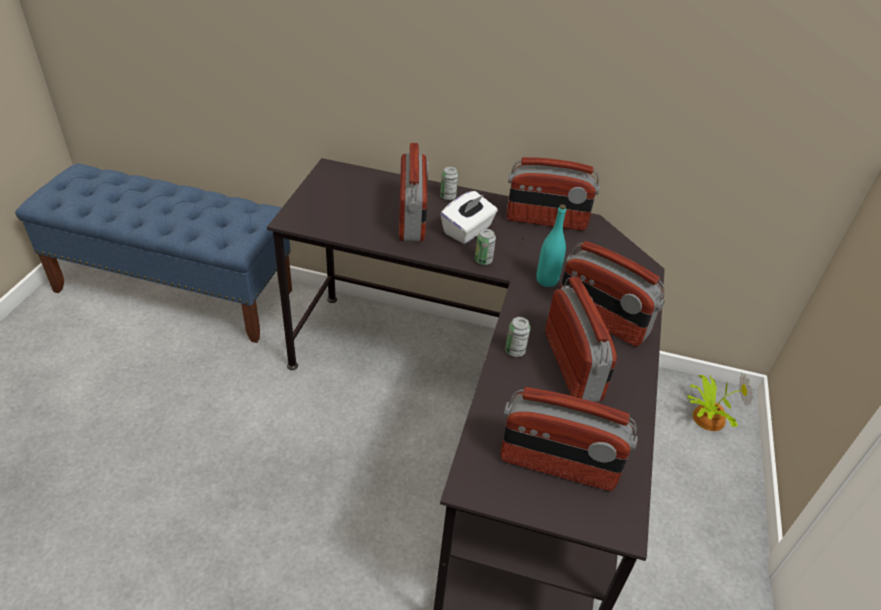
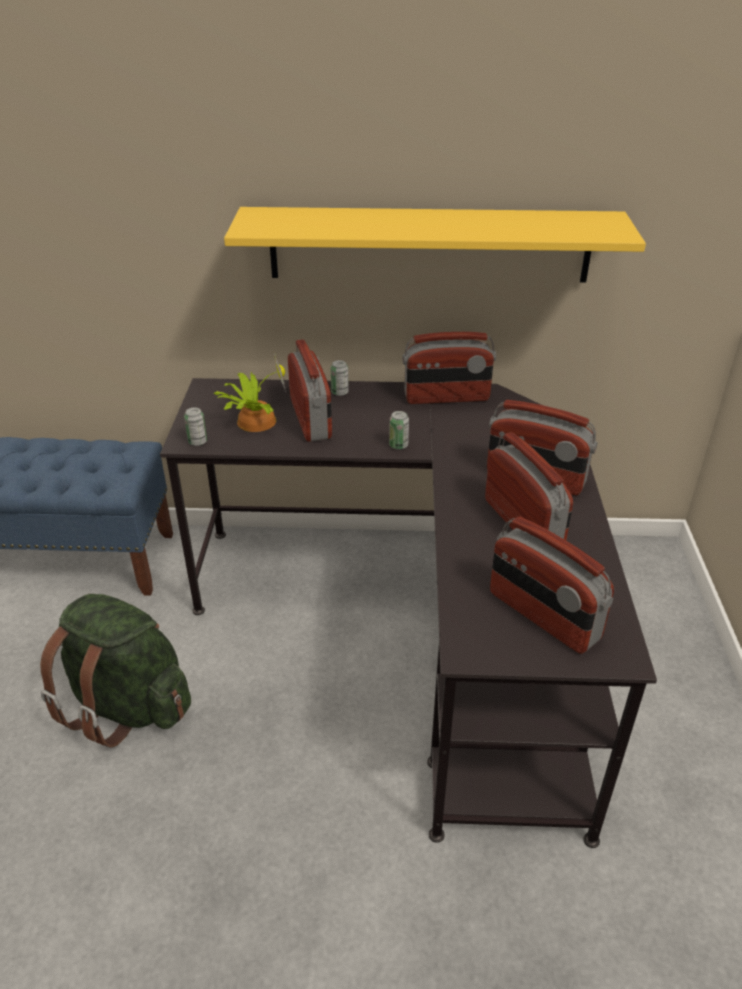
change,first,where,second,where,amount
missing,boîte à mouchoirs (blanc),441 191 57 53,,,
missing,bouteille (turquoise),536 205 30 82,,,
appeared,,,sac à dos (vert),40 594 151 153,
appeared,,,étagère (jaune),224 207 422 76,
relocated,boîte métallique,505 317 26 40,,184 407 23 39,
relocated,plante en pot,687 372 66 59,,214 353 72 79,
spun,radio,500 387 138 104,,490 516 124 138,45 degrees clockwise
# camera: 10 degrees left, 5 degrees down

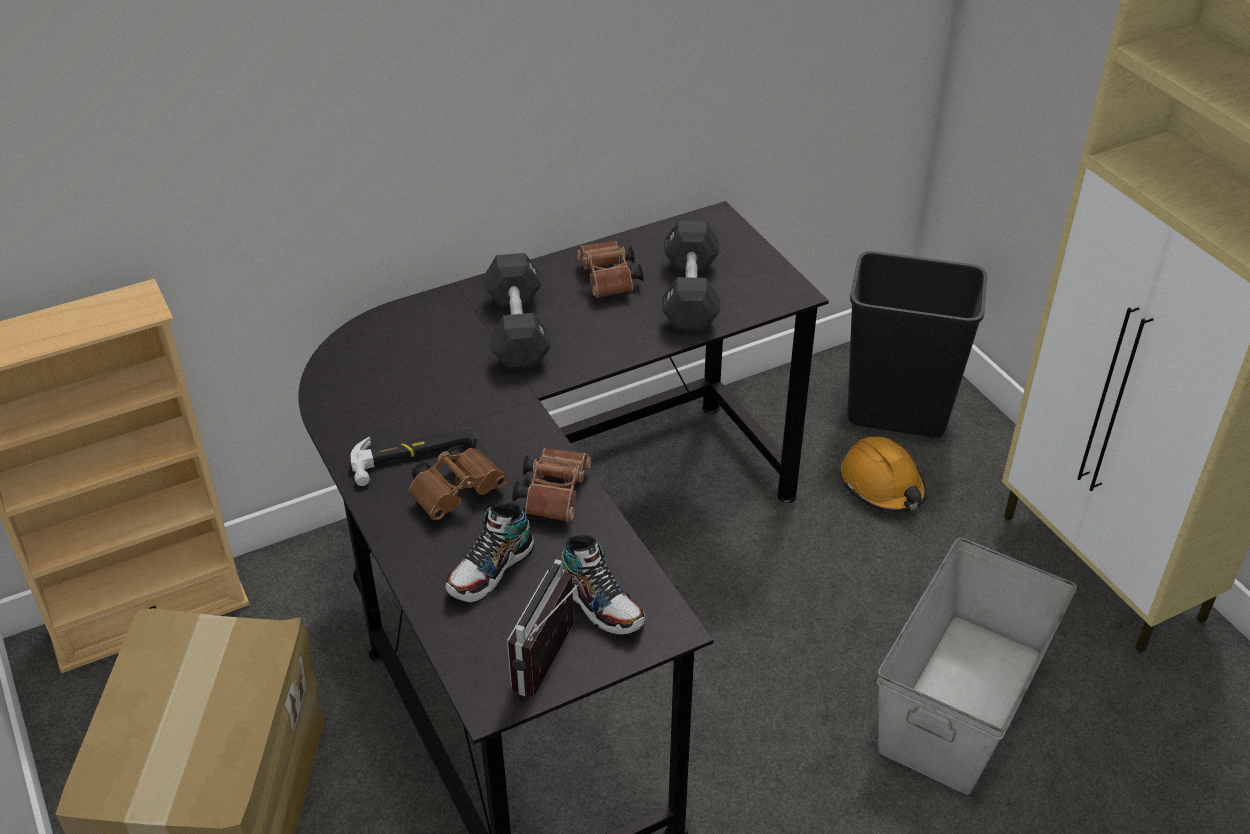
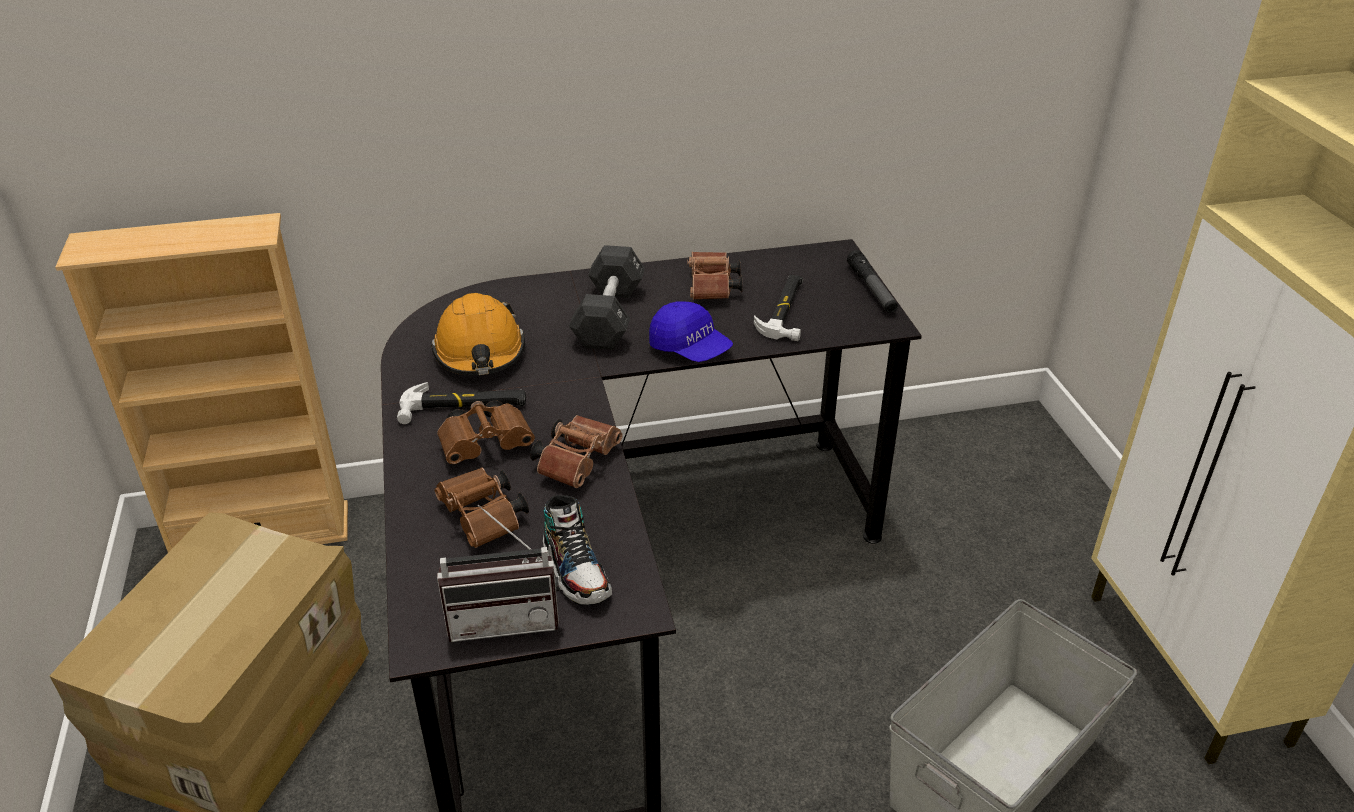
change,first,where,second,where,amount
missing,poubelle (noir),847 251 140 186,,,
appeared,,,casquette (bleu),649 301 84 61,
appeared,,,lampe de poche,847 250 51 63,
relocated,casque de chantier (orange),841 437 86 75,,431 293 94 82,
exchanged,chaussure,446 503 88 100,jumelles (marron),434 467 95 81,
exchanged,haltère (noir),662 220 58 111,marteau,754 275 49 66,
spun,radio,507 559 76 138,,437 504 122 138,135 degrees counterclockwise
# camera: 15 degrees right, 5 degrees down

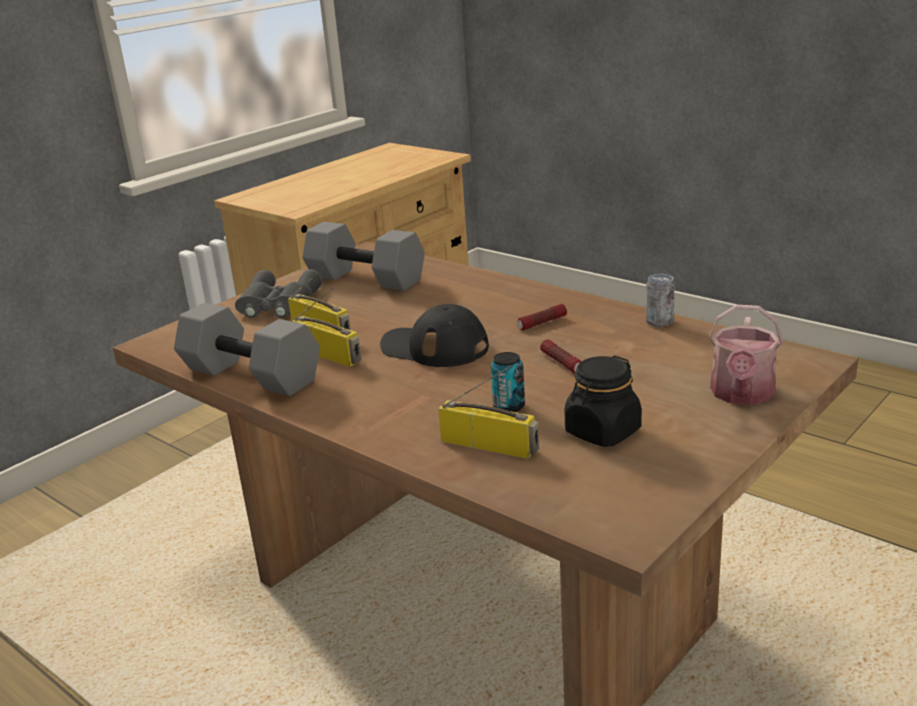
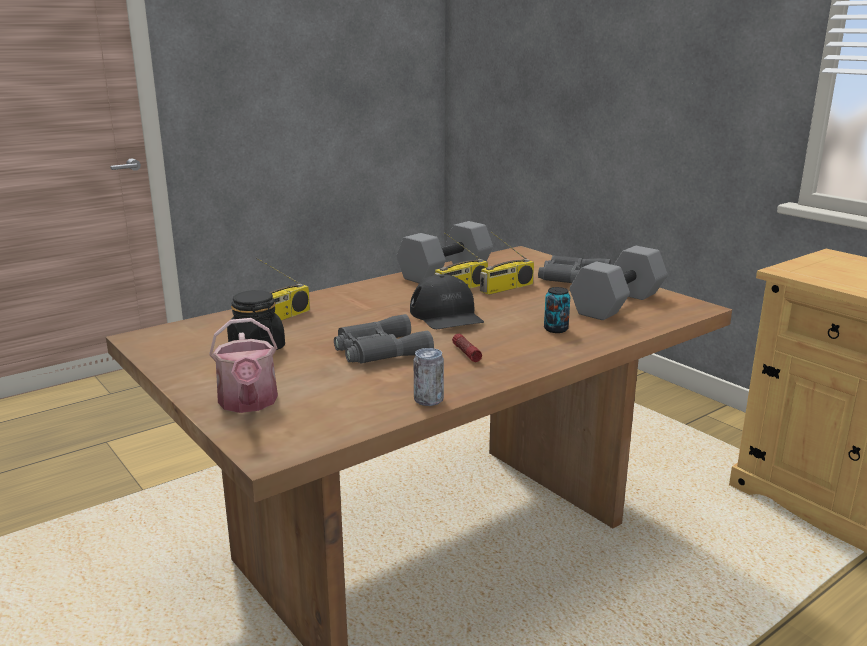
change,first,where,second,where,amount
relocated,boîte métallique,491 352 34 60,,544 287 26 46,
exchanged,lampe de poche,540 339 42 34,jumelles (gris),334 314 100 49,
spun,casquette (noir),380 304 109 63,,410 274 74 55,120 degrees clockwise
spun,arrosoir,709 305 74 100,,209 318 69 95,135 degrees counterclockwise
# camera: 100 degrees right, 5 degrees down

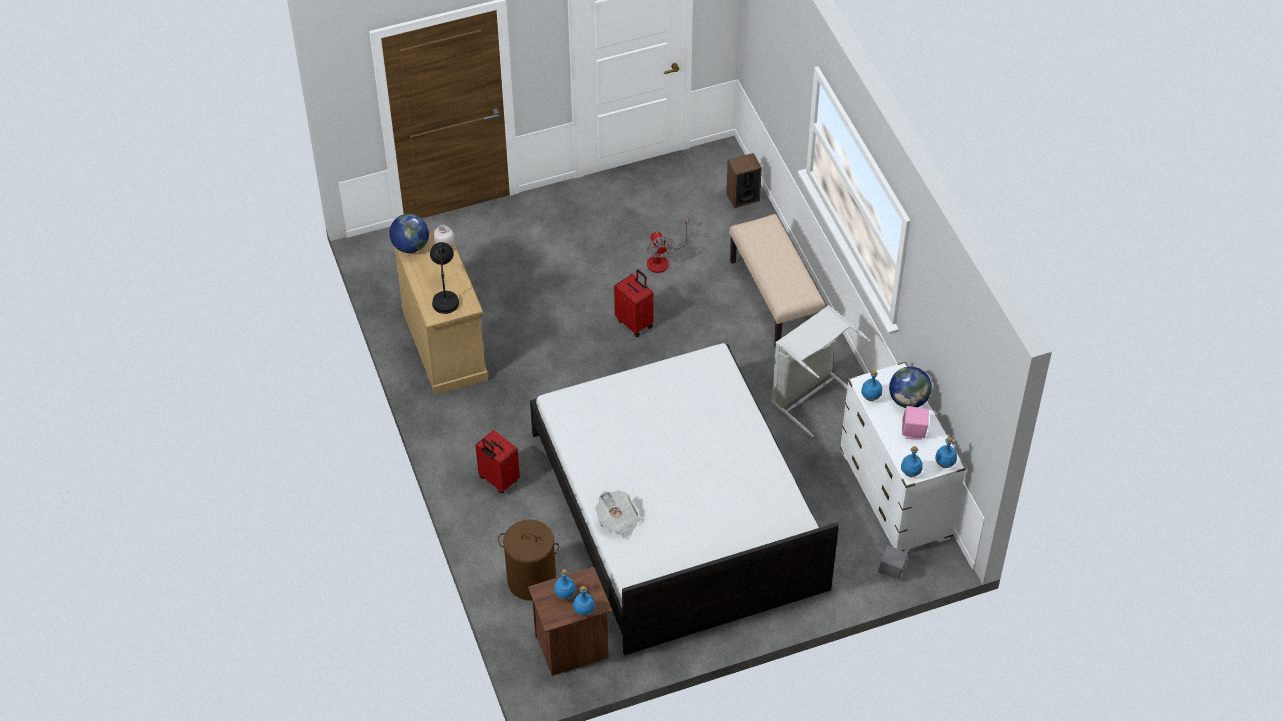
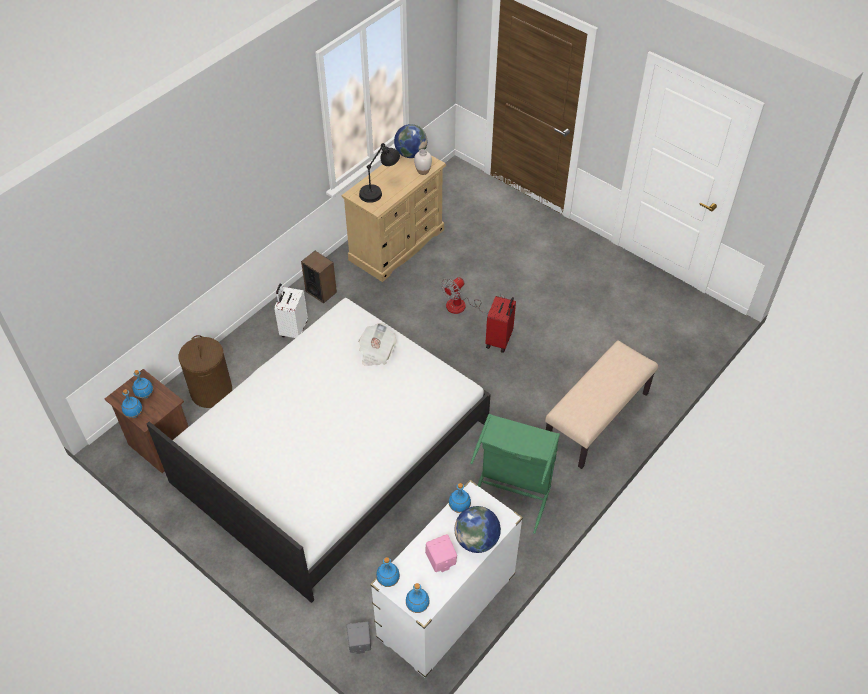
change,first,where,second,where,amount
relocated,journal,595 491 45 48,,359 323 37 43,
relocated,ventilateur,647 217 41 56,,441 277 64 37,
relocated,enceinte,726 153 36 55,,301 251 36 53,
colour,valise (rouge),476 430 44 63,valise (blanc),274 283 34 55,
colour,panier à linge (gris),772 305 99 132,panier à linge (vert),470 414 90 120,
# camera: 60 degrees right, 0 degrees up

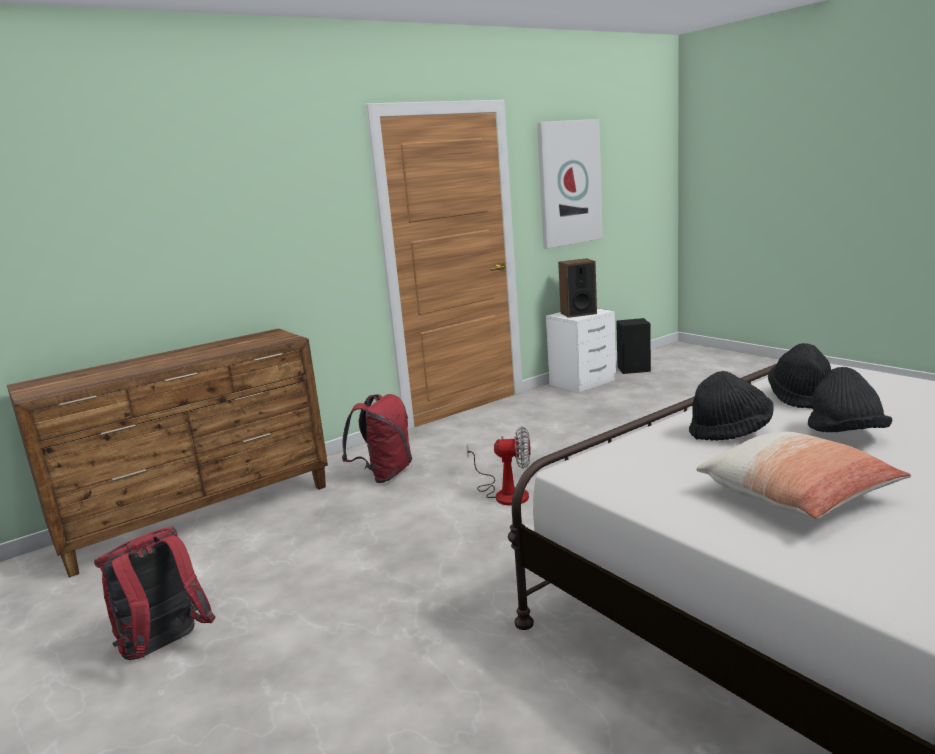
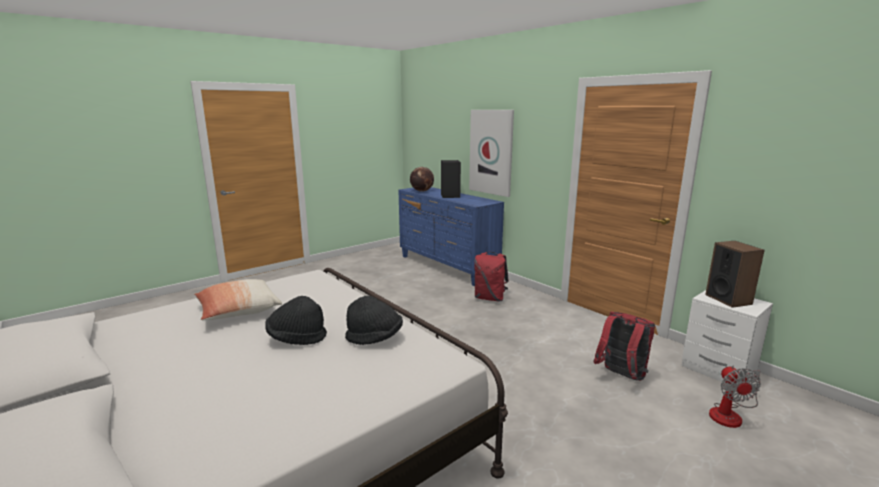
change,first,where,second,where,amount
missing,chapeau (noir),689 371 84 70,,,
appeared,,,globe,410 167 24 25,
relocated,sac à dos (rouge),94 526 121 134,,593 312 62 69,
relocated,ventilateur,467 426 64 80,,709 366 52 62,
relocated,tableau,537 119 66 130,,469 110 45 87,
relocated,enceinte (noir),616 318 35 56,,441 160 20 38,
colour,commode (marron),7 328 321 250,commode (bleu),398 187 106 99,
# camera: 85 degrees right, 0 degrees up

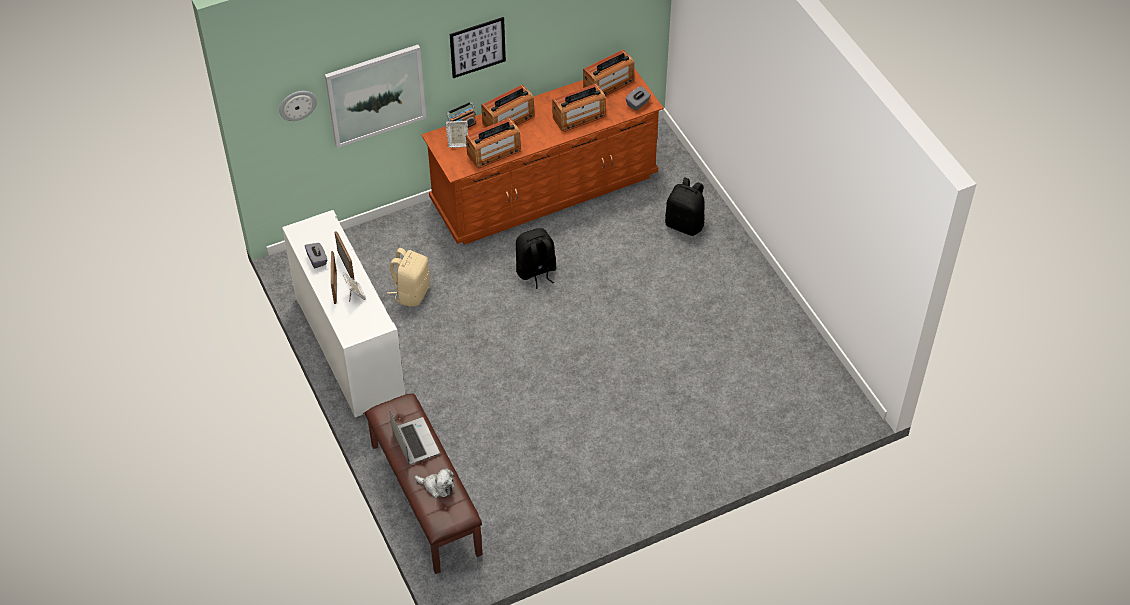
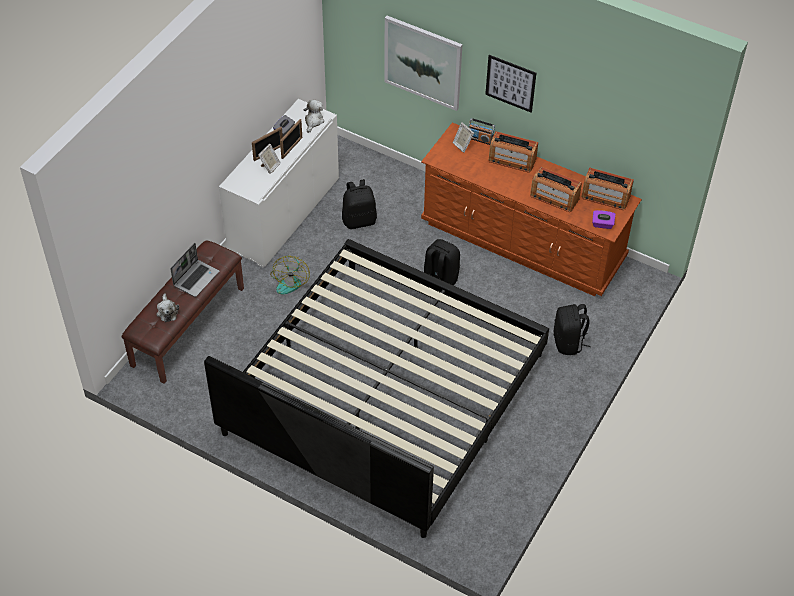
change,first,where,second,where,amount
missing,horloge murale,279 91 38 30,,,
missing,radio,466 118 55 50,,,
appeared,,,lit,204 239 345 299,
appeared,,,ventilateur,270 256 40 38,
appeared,,,peluche,304 100 20 33,
colour,sac à dos (beige),387 248 43 59,sac à dos (noir),342 179 35 50,
colour,boîte à mouchoirs (gris),626 86 25 25,boîte à mouchoirs (violet),592 210 24 19,
# camera: 55 degrees right, 0 degrees up

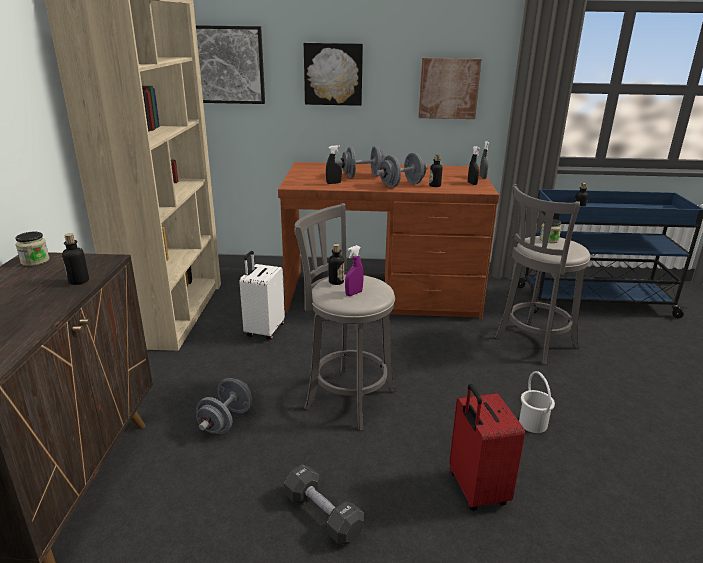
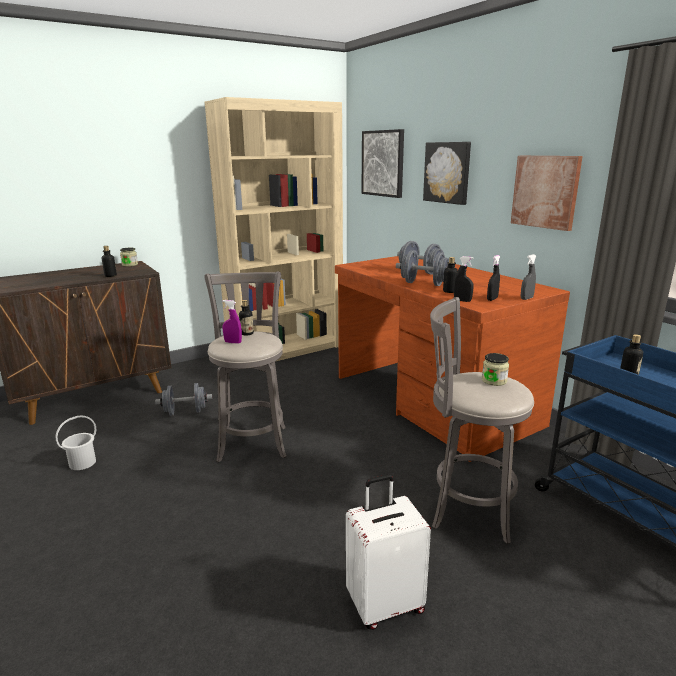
change,first,where,second,where,amount
missing,haltère (noir),284 464 80 81,,,
missing,valise (rouge),449 384 76 127,,,
relocated,valise (blanc),239 251 46 89,,346 474 85 156,
relocated,vaporisateur (noir),326 145 16 39,,454 256 20 46,
relocated,seau (blanc),519 371 36 62,,55 415 41 55,
# camera: 55 degrees right, 5 degrees down

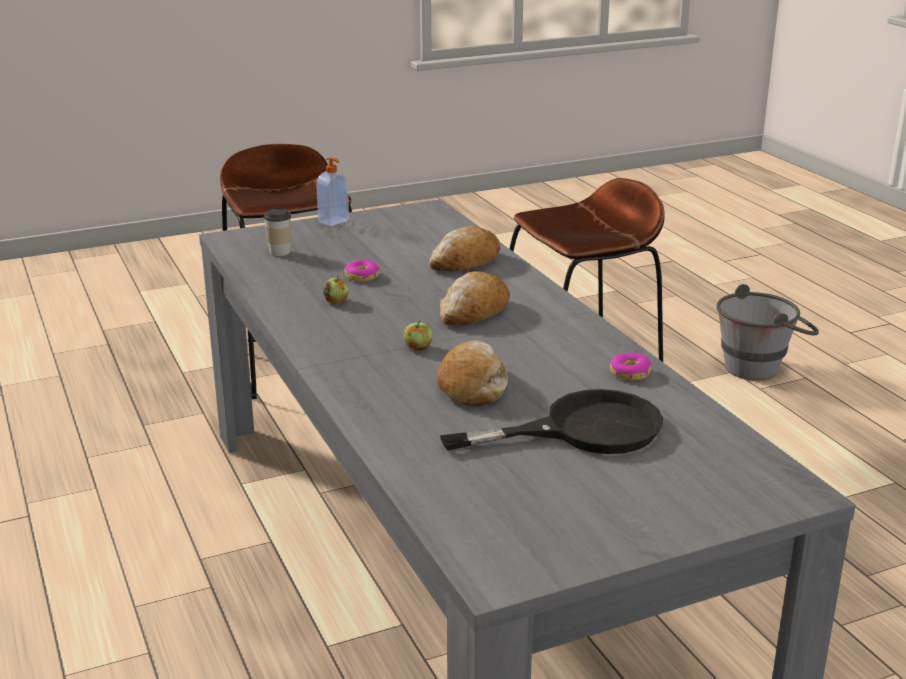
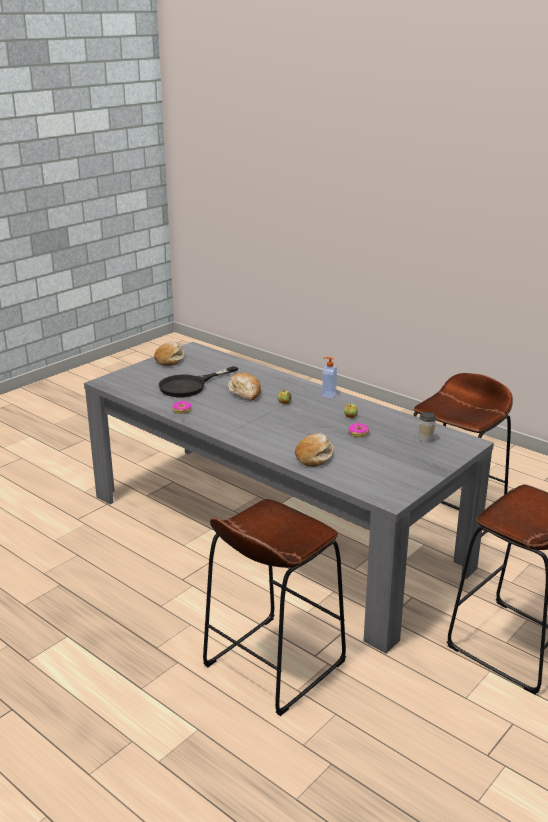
change,first,where,second,where,amount
missing,seau (gris),716 284 103 96,,,
appeared,,,tabouret (marron),413 373 100 164,
relocated,distributeur de savon,316 157 33 69,,322 357 15 41,
relocated,pain,440 271 70 54,,154 342 30 24,
# camera: 155 degrees right, 0 degrees up

